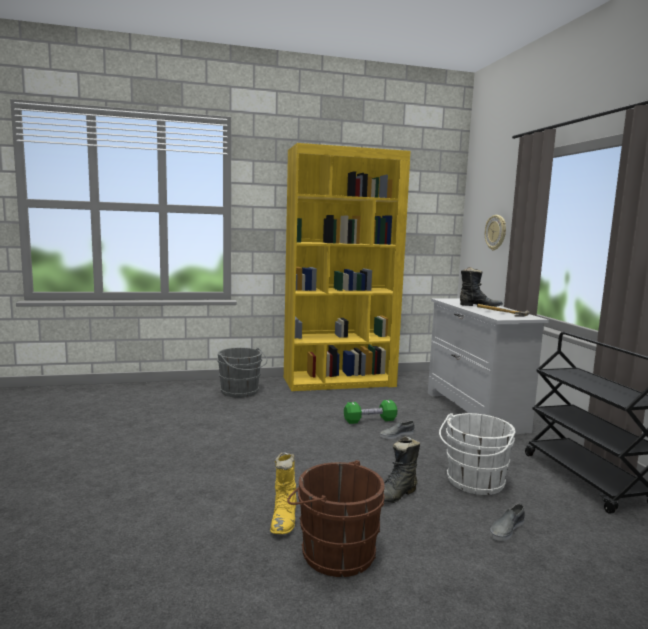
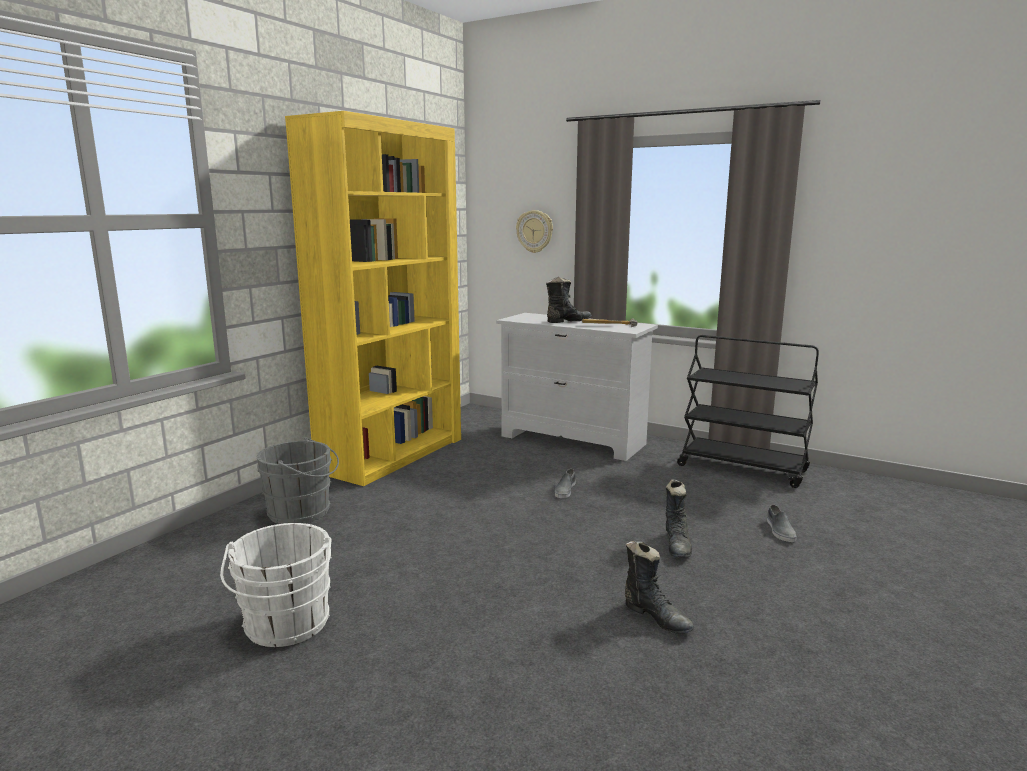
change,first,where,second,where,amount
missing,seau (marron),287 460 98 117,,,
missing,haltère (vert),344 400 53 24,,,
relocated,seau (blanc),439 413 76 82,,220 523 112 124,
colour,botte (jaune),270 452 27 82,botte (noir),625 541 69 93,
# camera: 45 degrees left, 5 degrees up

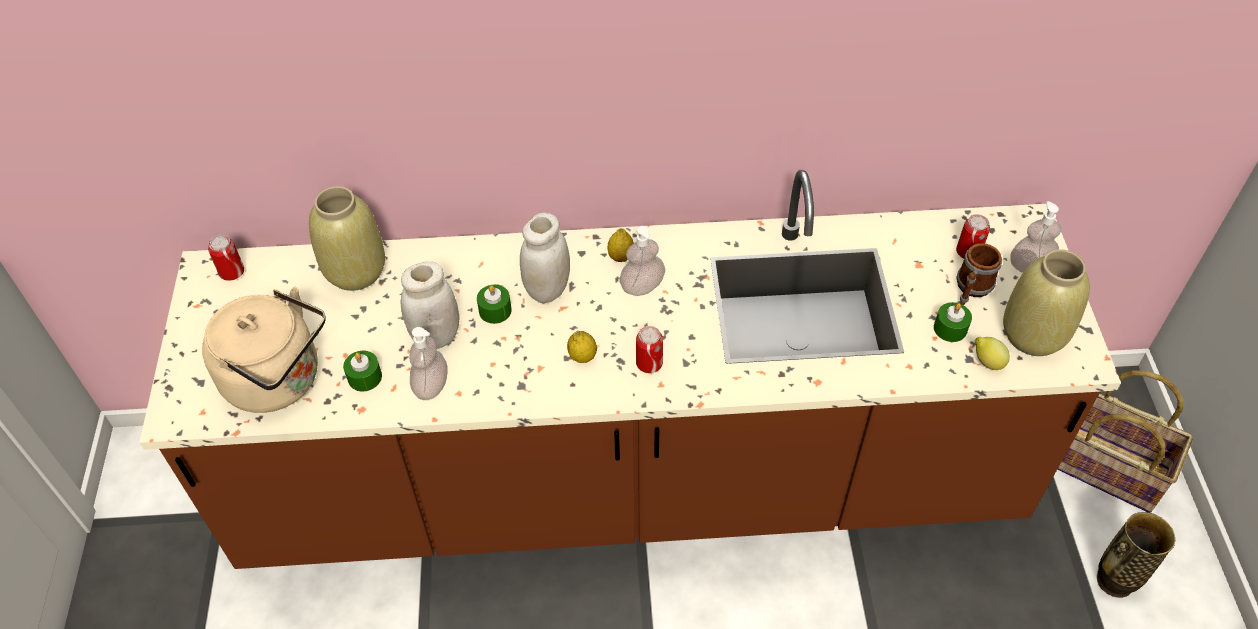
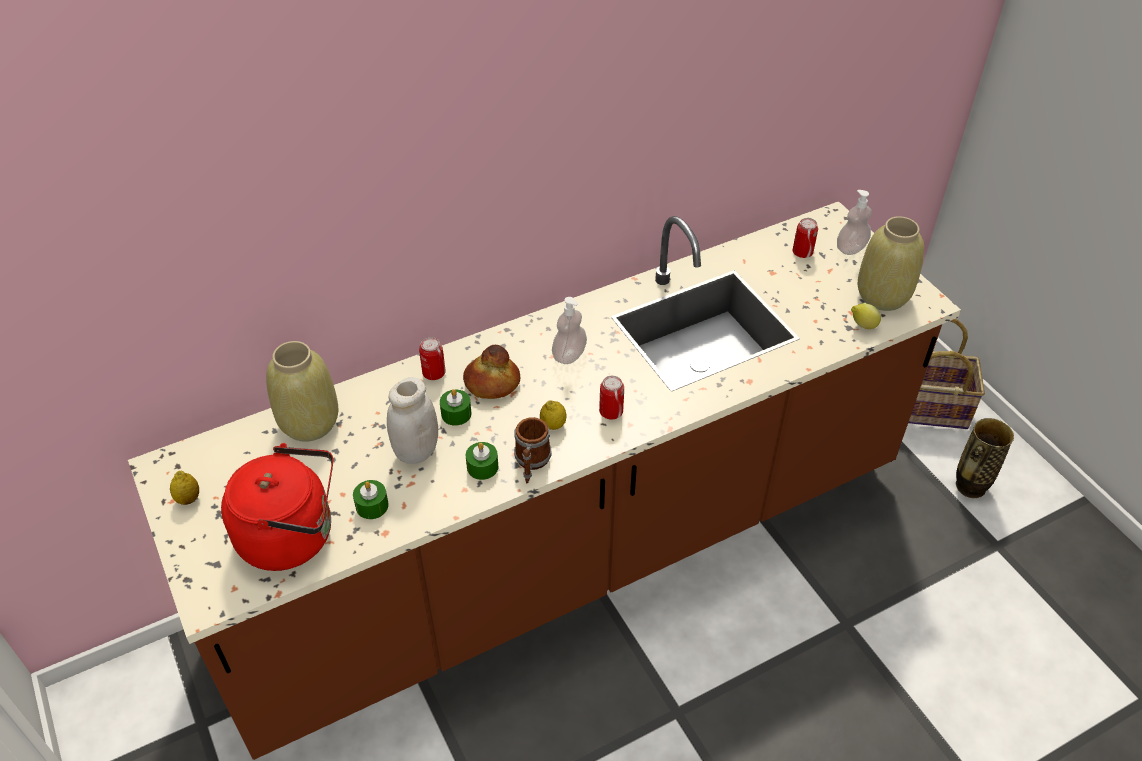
change,first,where,second,where,amount
missing,distributeur de savon,409 327 39 73,,,
relocated,boîte métallique,208 235 36 46,,419 337 27 43,
relocated,citron,608 228 26 34,,170 471 29 34,
relocated,bougie (vert),934 302 38 40,,466 442 32 38,
relocated,mug,956 243 46 62,,514 417 37 66,
exchanged,bocal (blanc),520 212 50 92,pain,463 345 57 54,
colour,bouilloire (beige),202 287 123 126,bouilloire (rouge),221 443 112 128,
# camera: 25 degrees left, 5 degrees down

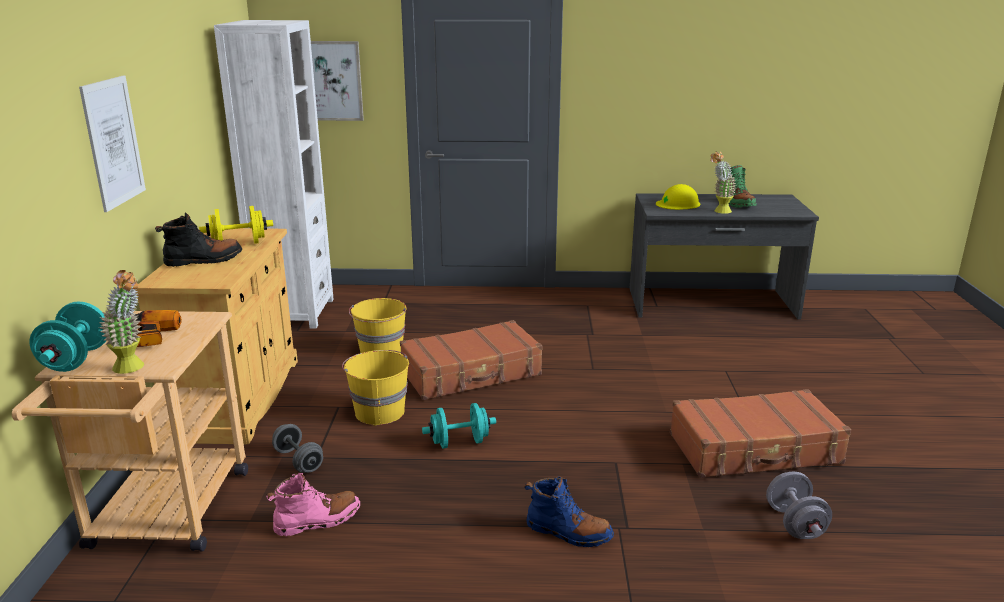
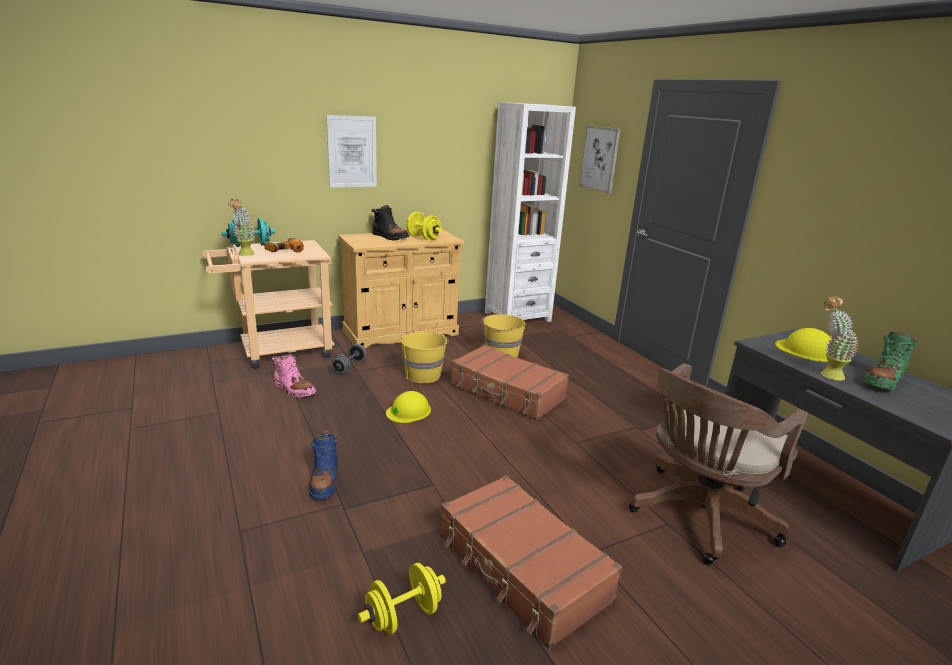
change,first,where,second,where,amount
appeared,,,chaise de bureau (marron),629 363 179 202,
exchanged,haltère (turquoise),422 403 74 46,casque de chantier (jaune),386 391 45 32,
colour,haltère (gris),766 472 66 67,haltère (jaune),358 563 88 72,
# camera: 60 degrees right, 0 degrees up

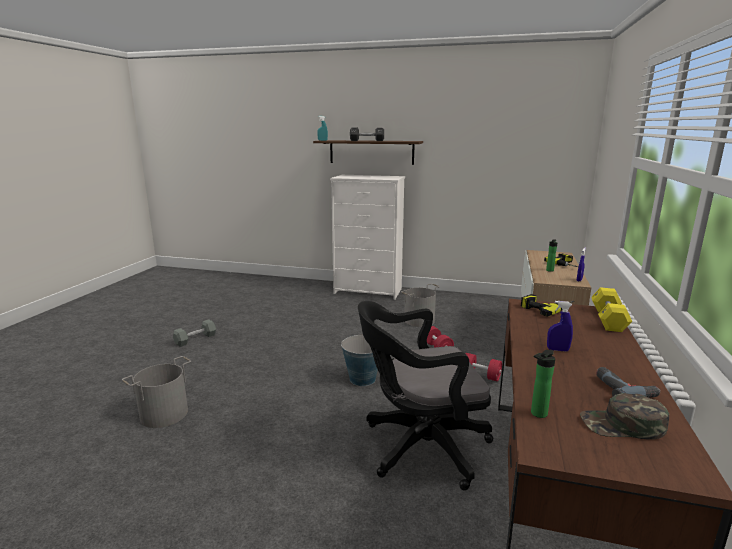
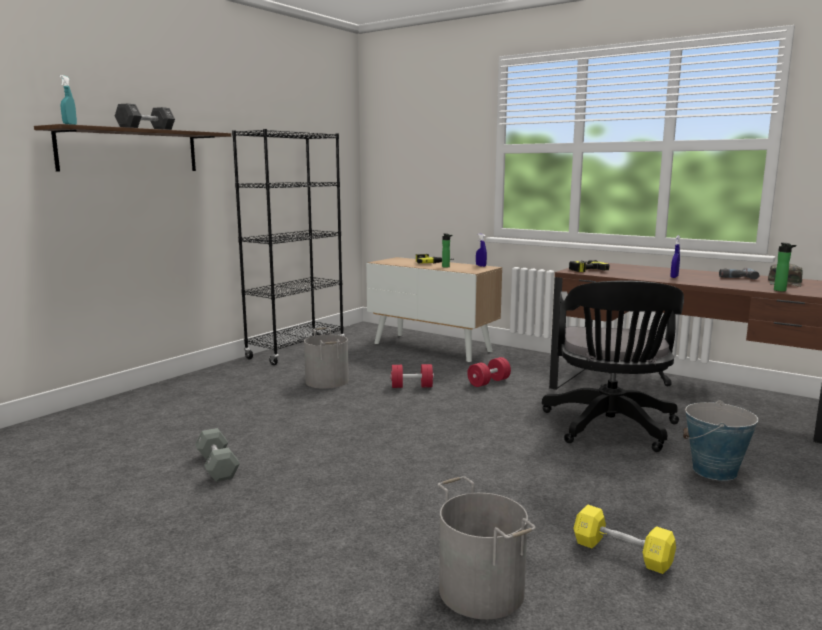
change,first,where,second,where,amount
missing,commode (blanc),330 175 75 125,,,
appeared,,,bibliothèque (noir),232 129 112 236,
relocated,haltère (gris),173 319 43 28,,195 428 45 54,
relocated,seau,341 335 37 51,,683 401 75 80,
relocated,haltère (jaune),591 287 41 45,,573 505 103 69,
# camera: 70 degrees left, 5 degrees down

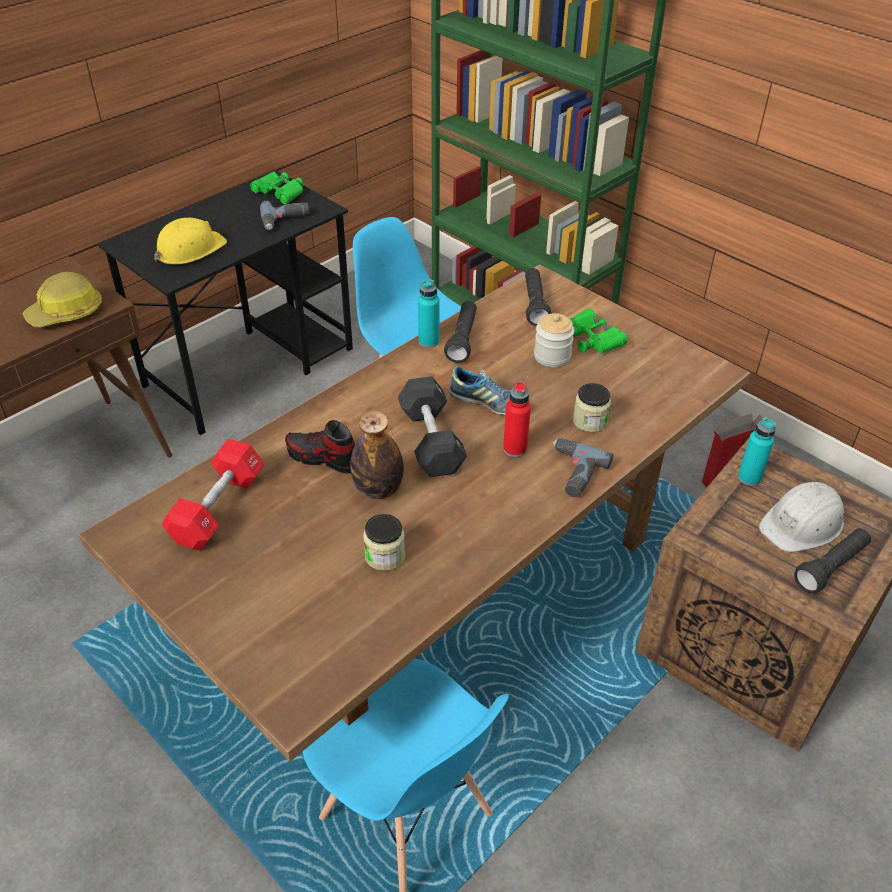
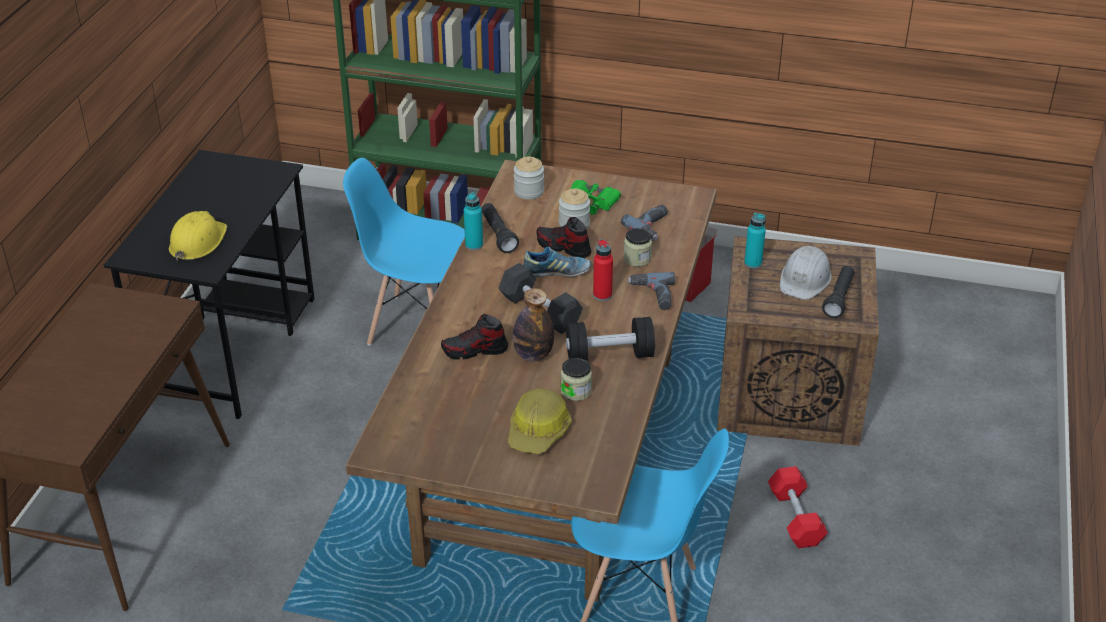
change,first,where,second,where,amount
missing,jumelles (vert),250 171 53 34,,,
appeared,,,chaussure,537 217 54 41,
appeared,,,haltère (noir),566 317 89 45,
relocated,casque de chantier,22 272 80 56,,508 388 64 66,
relocated,haltère (rouge),162 439 103 112,,768 466 60 82,
relocated,perceuse,260 201 49 29,,621 205 47 36,
exchanged,lampe de poche (noir),525 268 26 58,bocal,514 157 30 43,
# camera: 30 degrees left, 5 degrees down

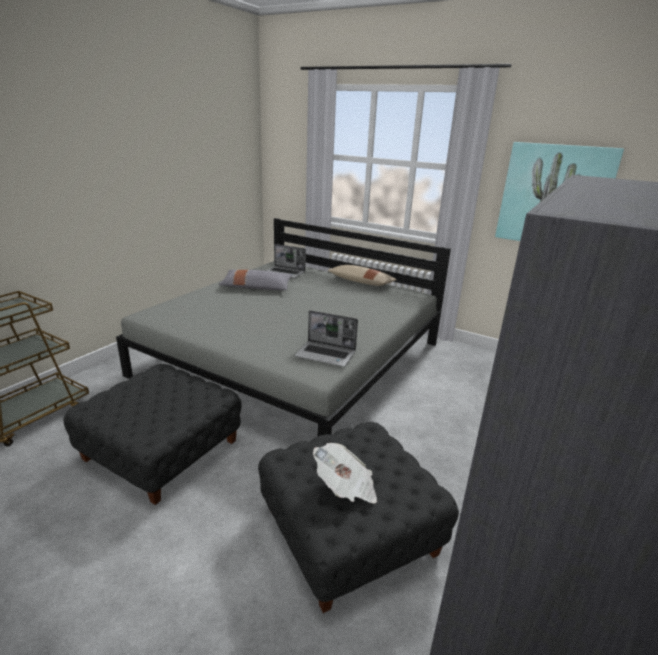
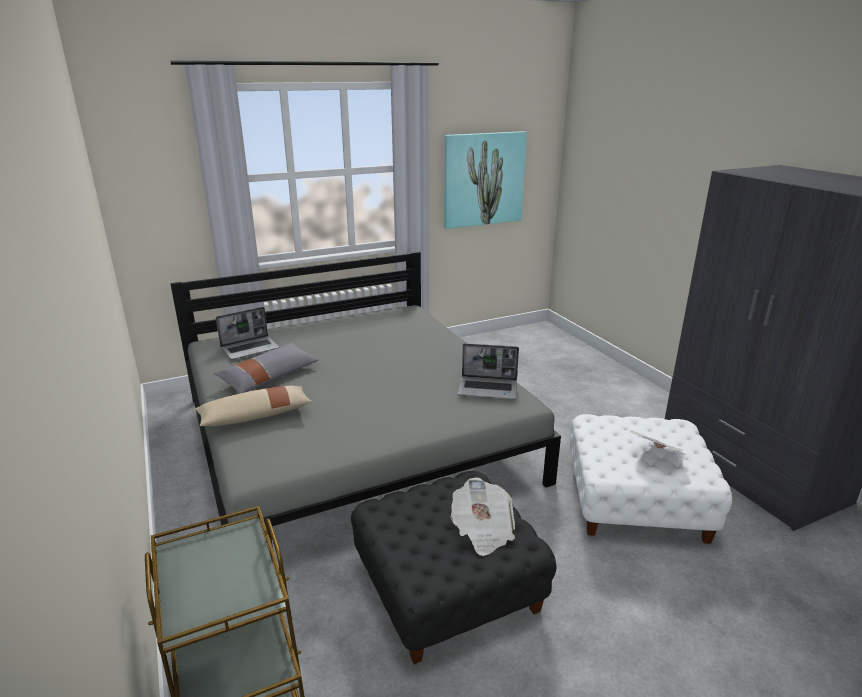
change,first,where,second,where,amount
appeared,,,journal,450 477 65 79,
relocated,coussin (beige),327 265 70 21,,195 386 117 40,
colour,pouf (noir),258 422 201 191,pouf (blanc),570 414 162 130,
spun,ordinateur portable,295 310 63 57,,458 343 61 56,45 degrees clockwise
# camera: 55 degrees left, 0 degrees up

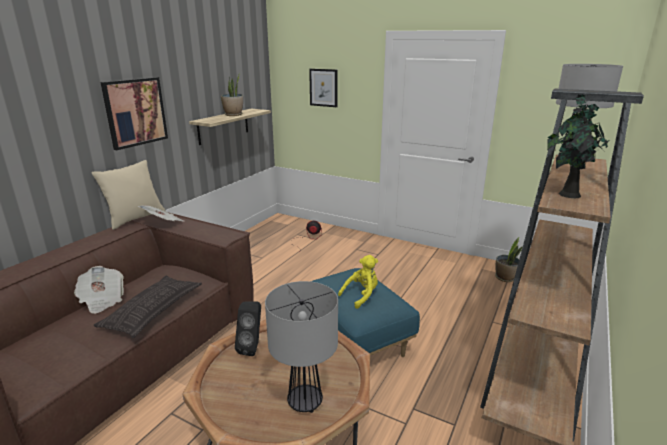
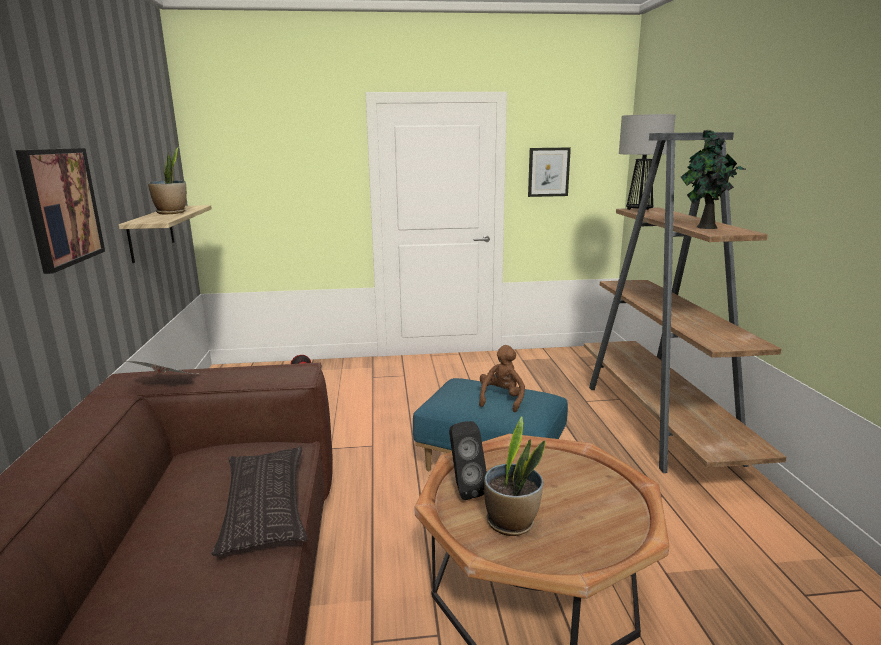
change,first,where,second,where,amount
missing,journal,74 266 50 48,,,
missing,coussin (beige),91 160 74 70,,,
missing,lampe de table,265 281 73 132,,,
relocated,tableau,309 69 29 38,,528 147 43 50,
relocated,plante en pot,495 237 27 45,,484 416 62 120,
colour,peluche (jaune),338 255 40 54,peluche (marron),479 345 46 67,
# camera: 35 degrees left, 5 degrees down

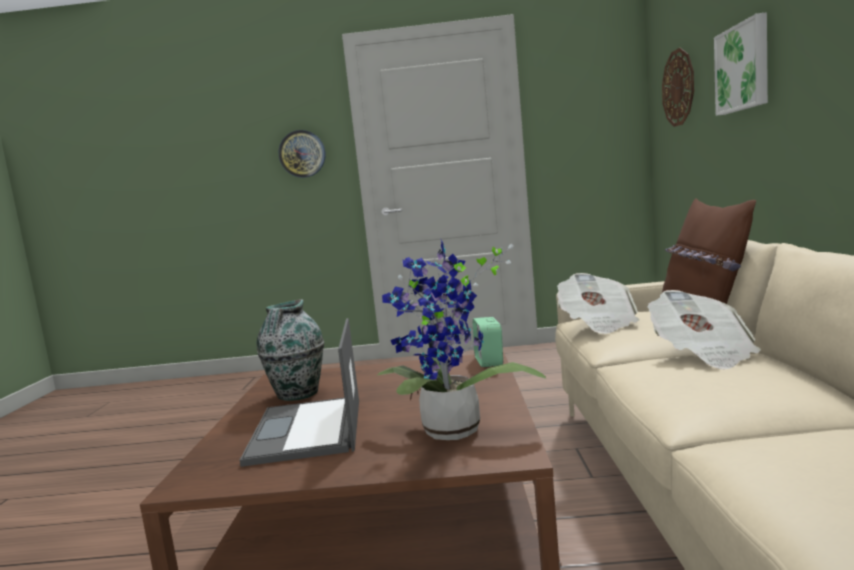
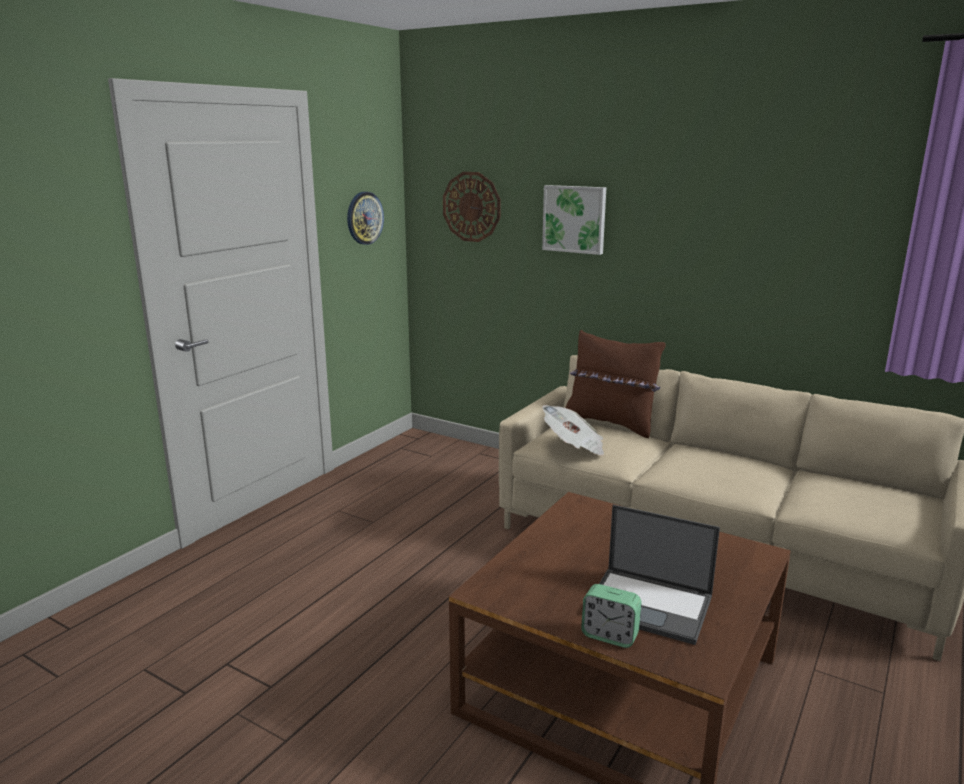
change,first,where,second,where,amount
missing,vase,257 299 67 102,,,
missing,plante en pot,376 240 170 200,,,
missing,journal,648 290 113 80,,,
relocated,horloge murale,279 130 46 48,,347 192 37 53,
relocated,réveil,473 317 30 50,,581 584 61 64,
# camera: 60 degrees left, 10 degrees up

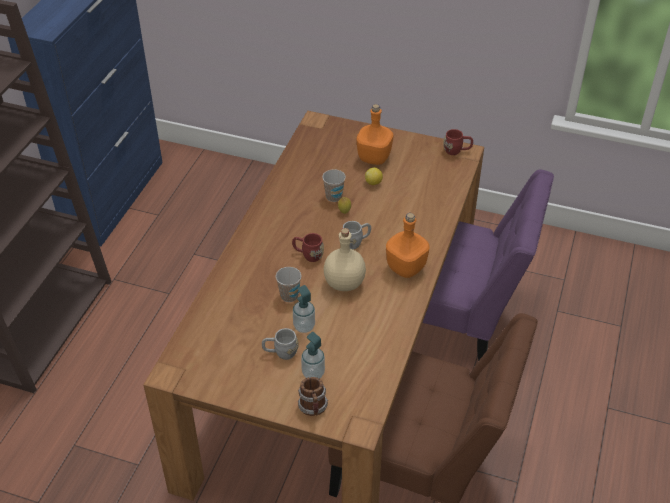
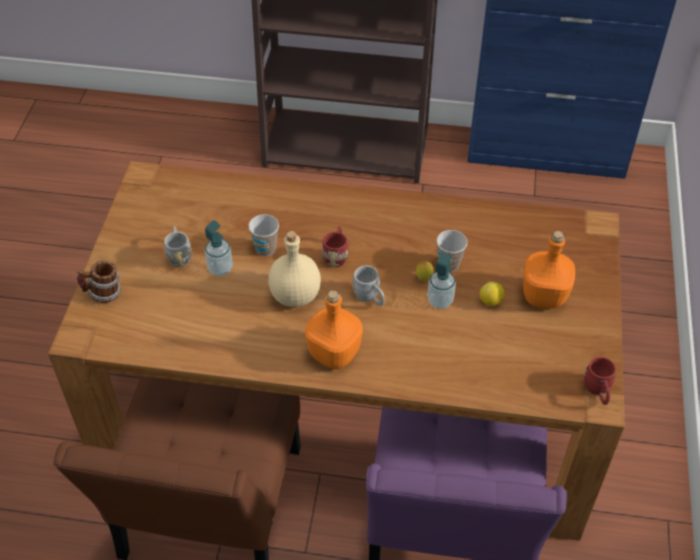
change,first,where,second,where,amount
relocated,distributeur de savon,301 332 24 47,,427 253 29 56,
# camera: 80 degrees right, 5 degrees up

